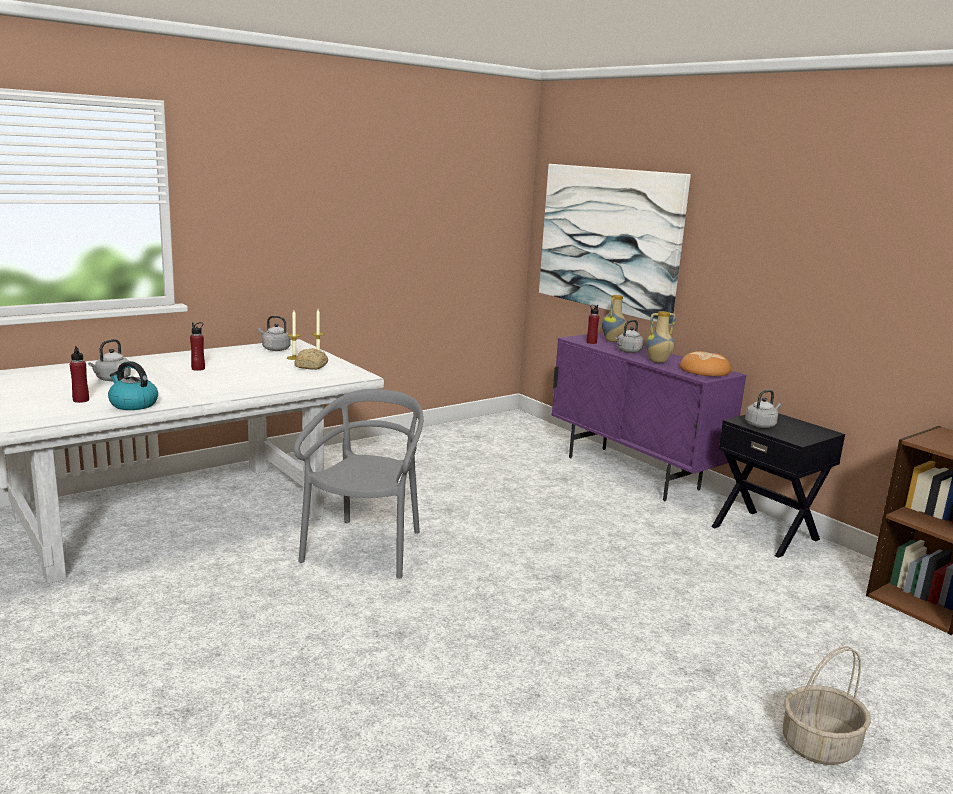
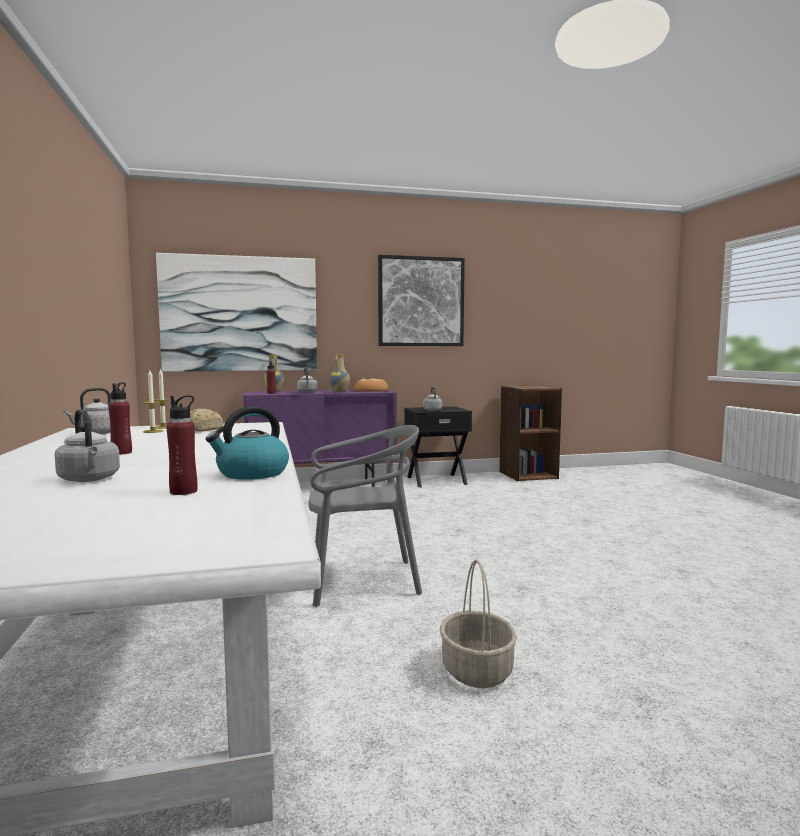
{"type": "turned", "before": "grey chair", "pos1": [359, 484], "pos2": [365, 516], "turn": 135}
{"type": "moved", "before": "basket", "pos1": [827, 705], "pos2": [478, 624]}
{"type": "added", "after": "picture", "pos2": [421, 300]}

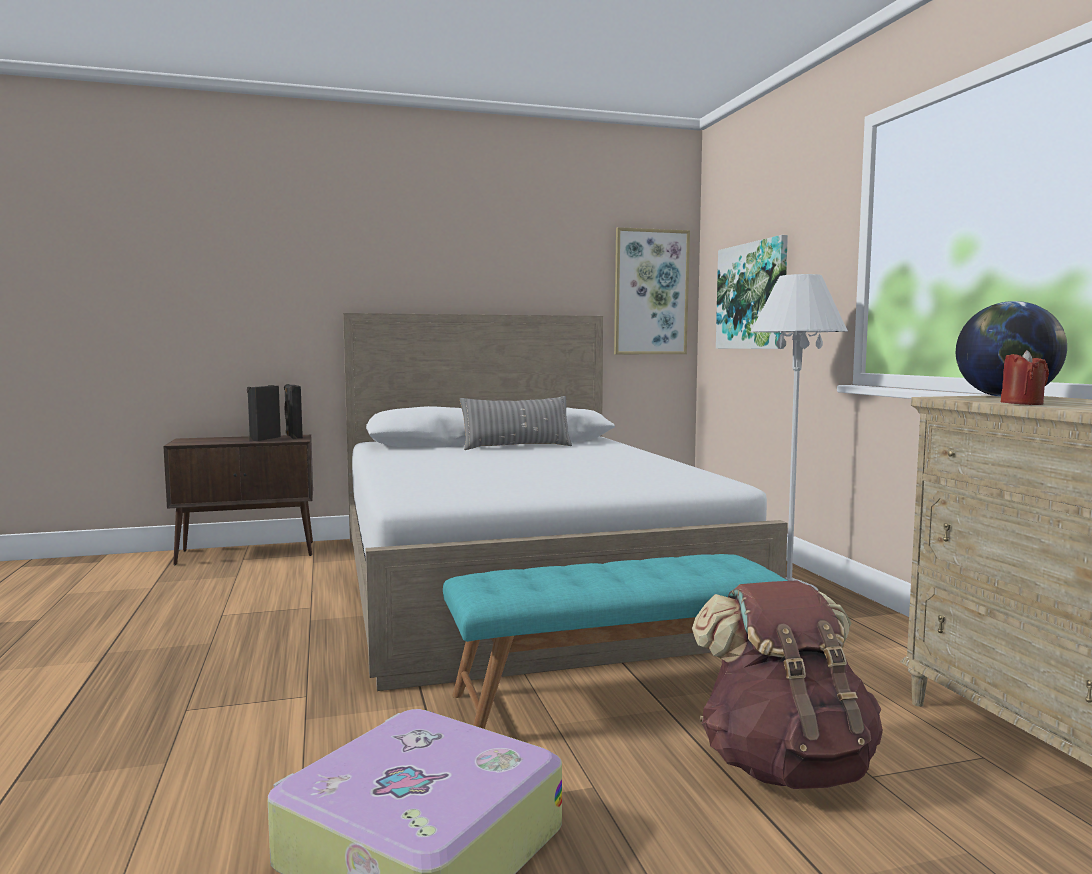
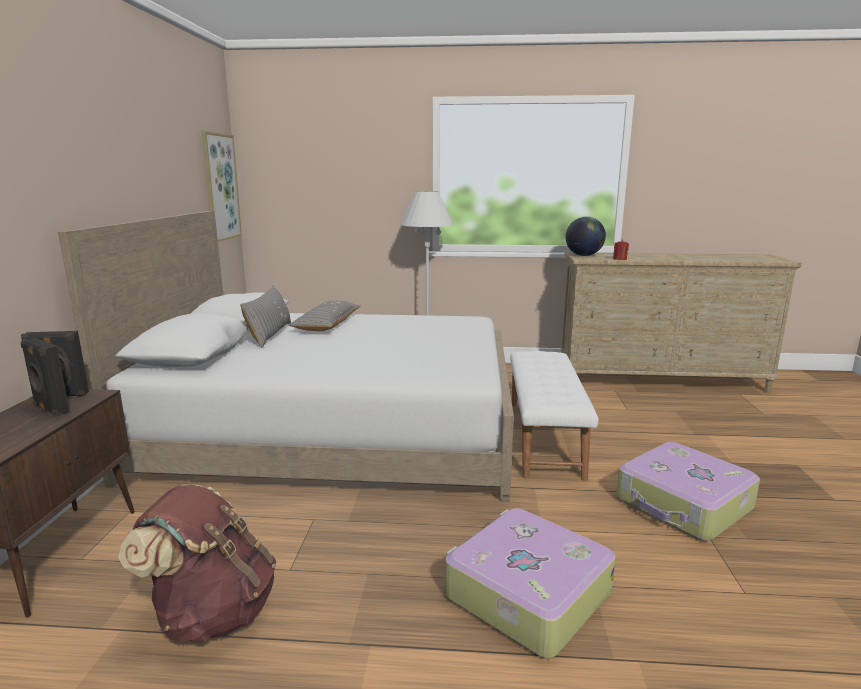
{"type": "removed", "before": "picture", "pos1": [752, 292]}
{"type": "recoloured", "before": "turquoise bench", "after": "white bench", "pos1": [615, 641], "pos2": [554, 416]}
{"type": "moved", "before": "brown backpack", "pos1": [787, 685], "pos2": [197, 563]}
{"type": "added", "after": "grey pillow", "pos2": [324, 315]}
{"type": "added", "after": "suitcase", "pos2": [530, 583]}

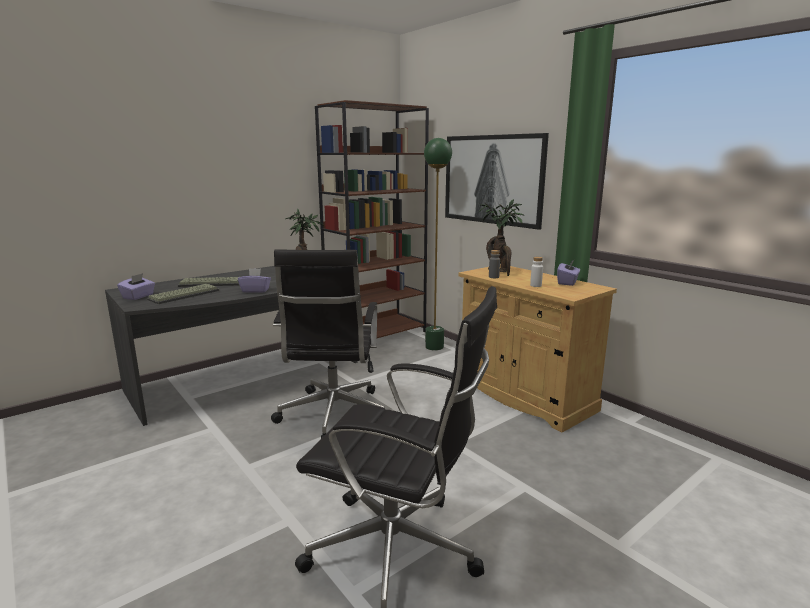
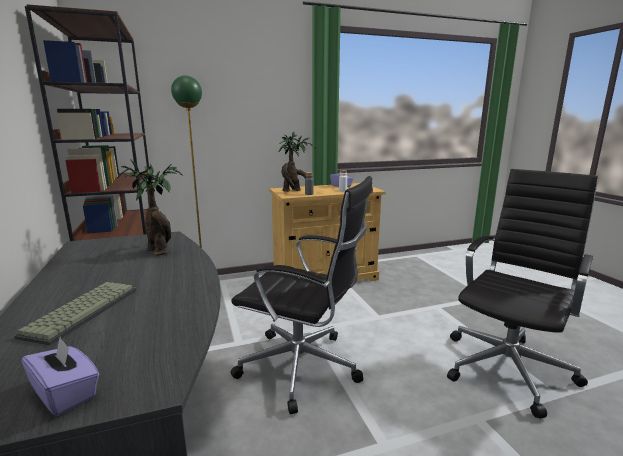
{"type": "removed", "before": "picture", "pos1": [497, 181]}
{"type": "removed", "before": "purple tissue box", "pos1": [254, 280]}
{"type": "removed", "before": "keyboard", "pos1": [183, 294]}

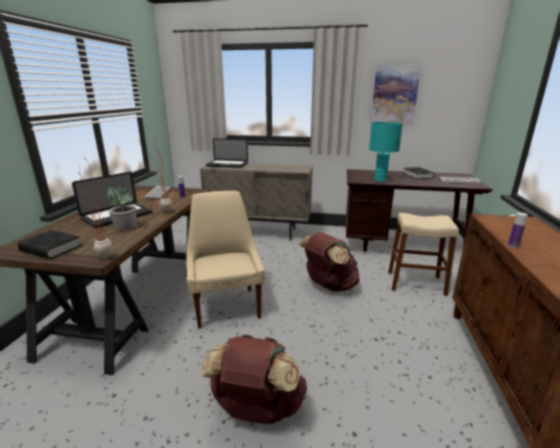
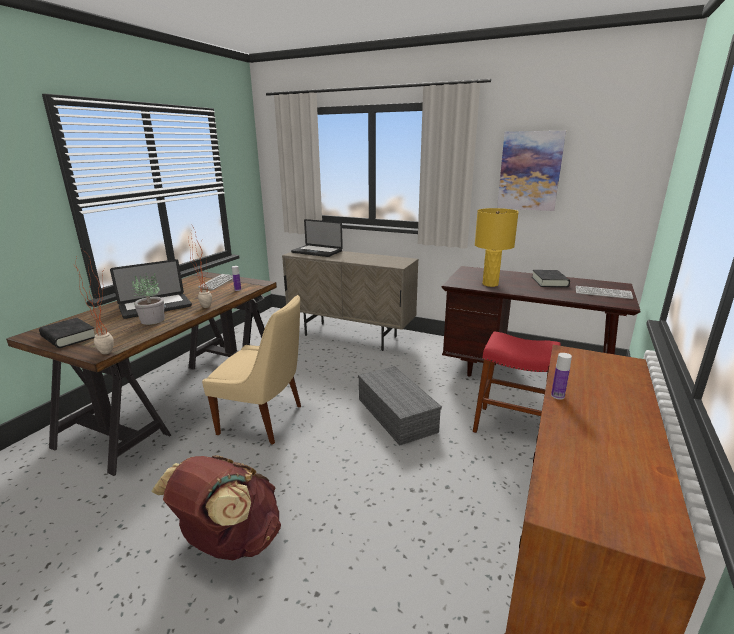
{"type": "recoloured", "before": "turquoise table lamp", "after": "yellow table lamp", "pos1": [386, 151], "pos2": [497, 247]}
{"type": "turned", "before": "beige chair", "pos1": [225, 259], "pos2": [251, 370], "turn": 105}
{"type": "recoloured", "before": "beige stool", "after": "red stool", "pos1": [423, 254], "pos2": [517, 382]}
{"type": "replaced", "before": "brown backpack", "after": "grey storage box", "pos1": [329, 262], "pos2": [400, 406]}

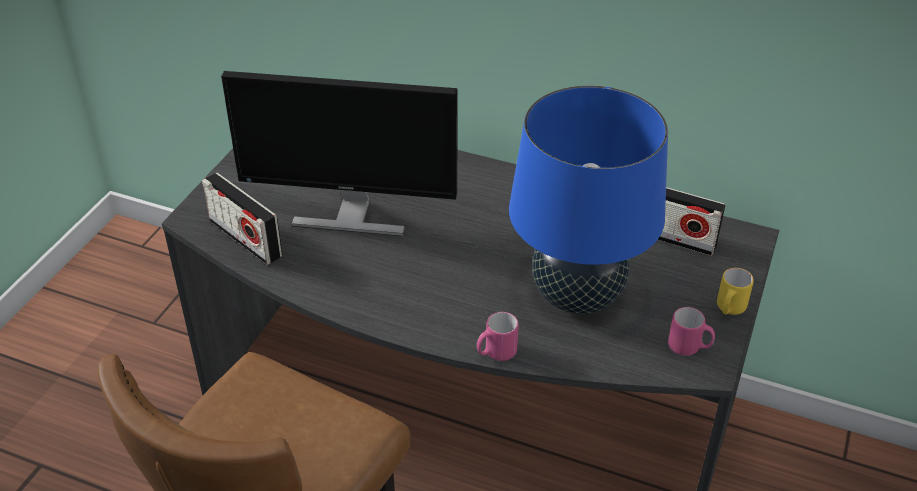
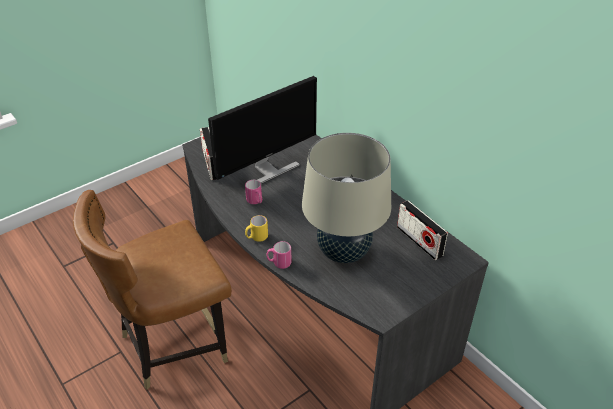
{"type": "turned", "before": "monitor", "pos1": [339, 153], "pos2": [262, 130], "turn": -75}
{"type": "recoloured", "before": "blue table lamp", "after": "beige table lamp", "pos1": [588, 199], "pos2": [346, 198]}
{"type": "moved", "before": "yellow mug", "pos1": [735, 291], "pos2": [256, 228]}
{"type": "moved", "before": "pink mug", "pos1": [691, 331], "pos2": [253, 192]}

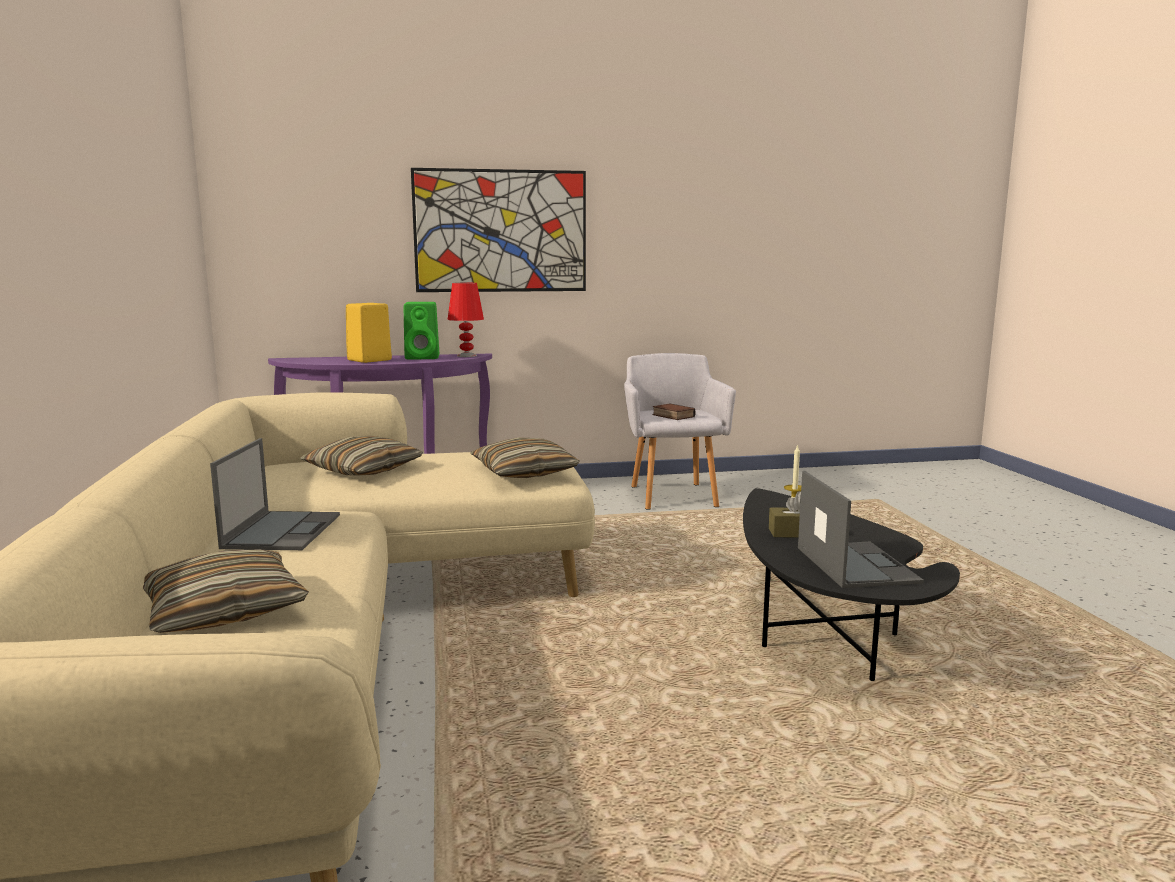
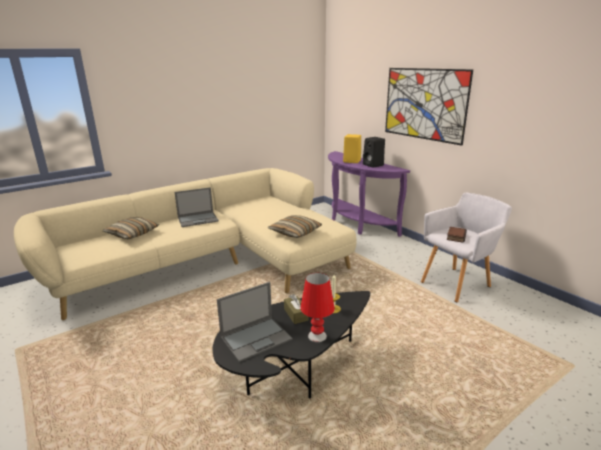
{"type": "moved", "before": "red table lamp", "pos1": [466, 320], "pos2": [317, 307]}
{"type": "recoloured", "before": "green speaker", "after": "black speaker", "pos1": [421, 331], "pos2": [374, 152]}
{"type": "removed", "before": "pillow", "pos1": [361, 456]}

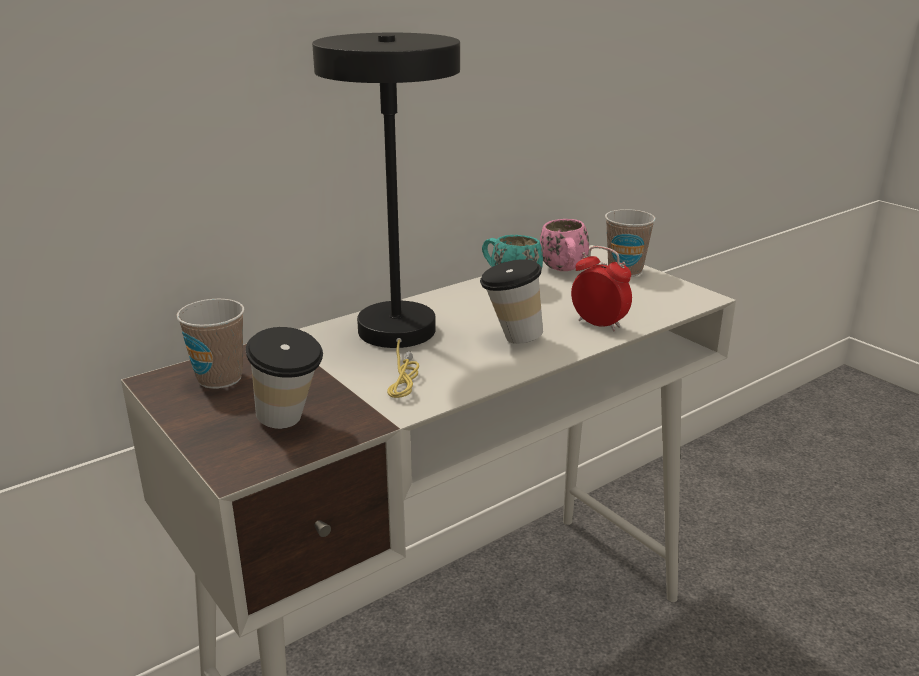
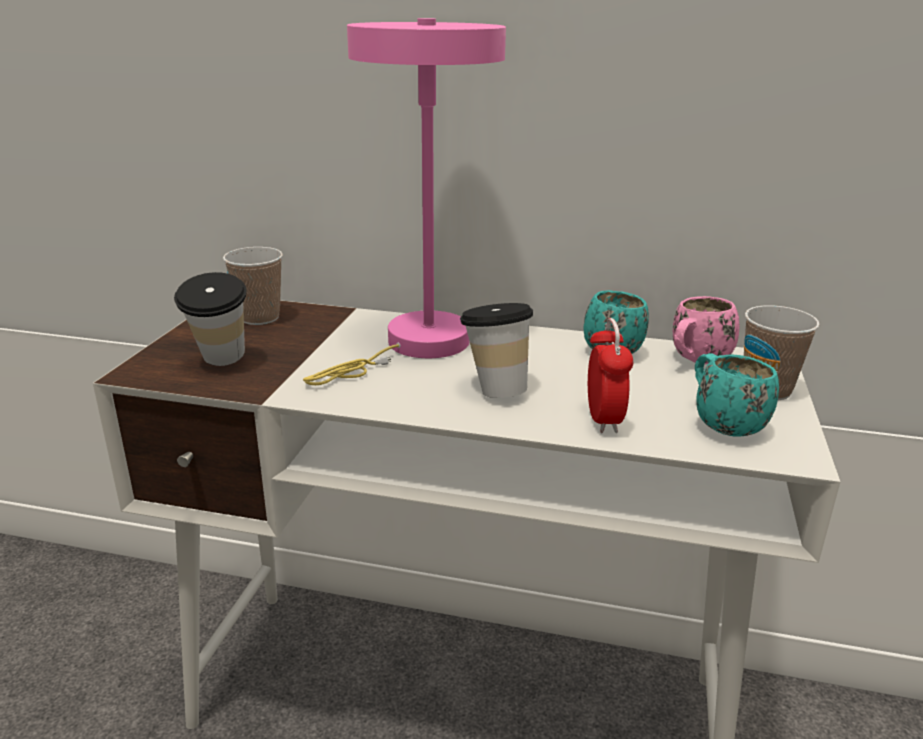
{"type": "recoloured", "before": "black table lamp", "after": "pink table lamp", "pos1": [386, 215], "pos2": [404, 201]}
{"type": "added", "after": "turquoise mug", "pos2": [737, 394]}

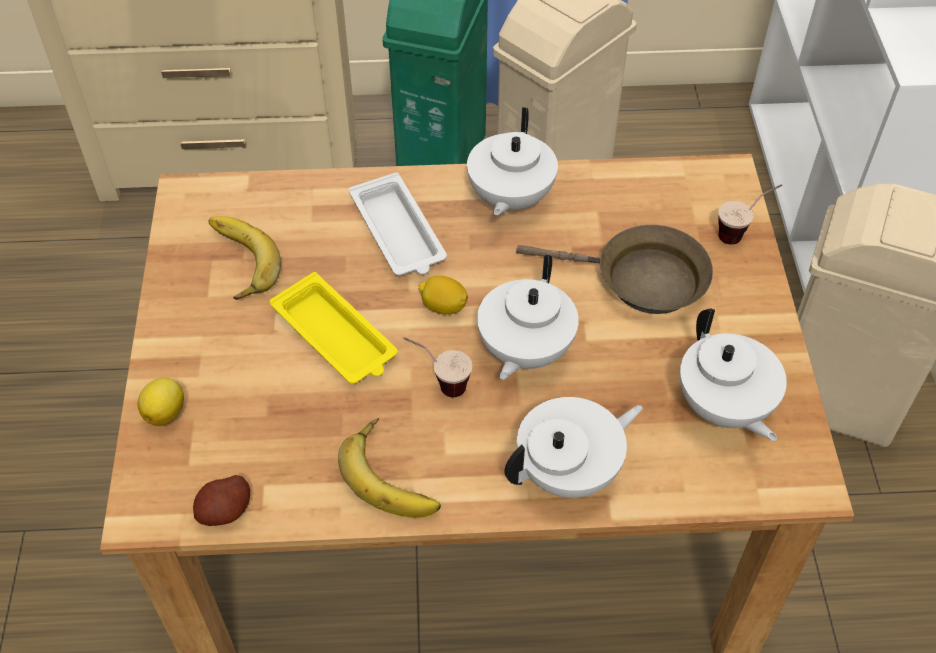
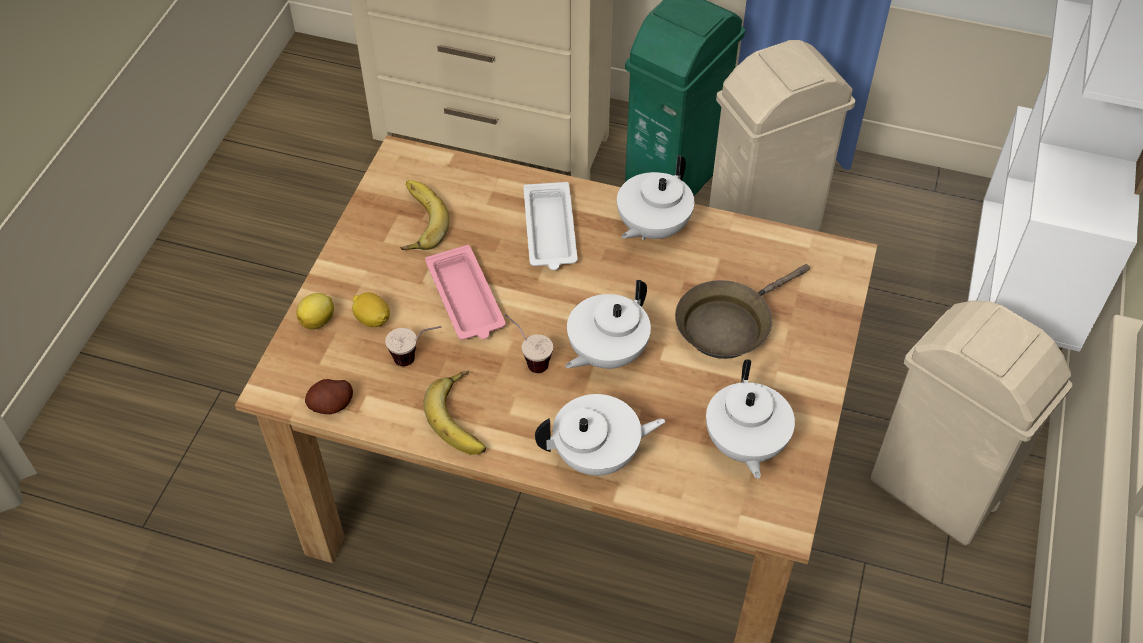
{"type": "moved", "before": "cup", "pos1": [750, 214], "pos2": [413, 346]}
{"type": "turned", "before": "brown frying pan", "pos1": [614, 269], "pos2": [742, 311], "turn": 105}
{"type": "recoloured", "before": "yellow tray", "after": "pink tray", "pos1": [334, 328], "pos2": [465, 292]}
{"type": "moved", "before": "lemon", "pos1": [443, 295], "pos2": [371, 309]}

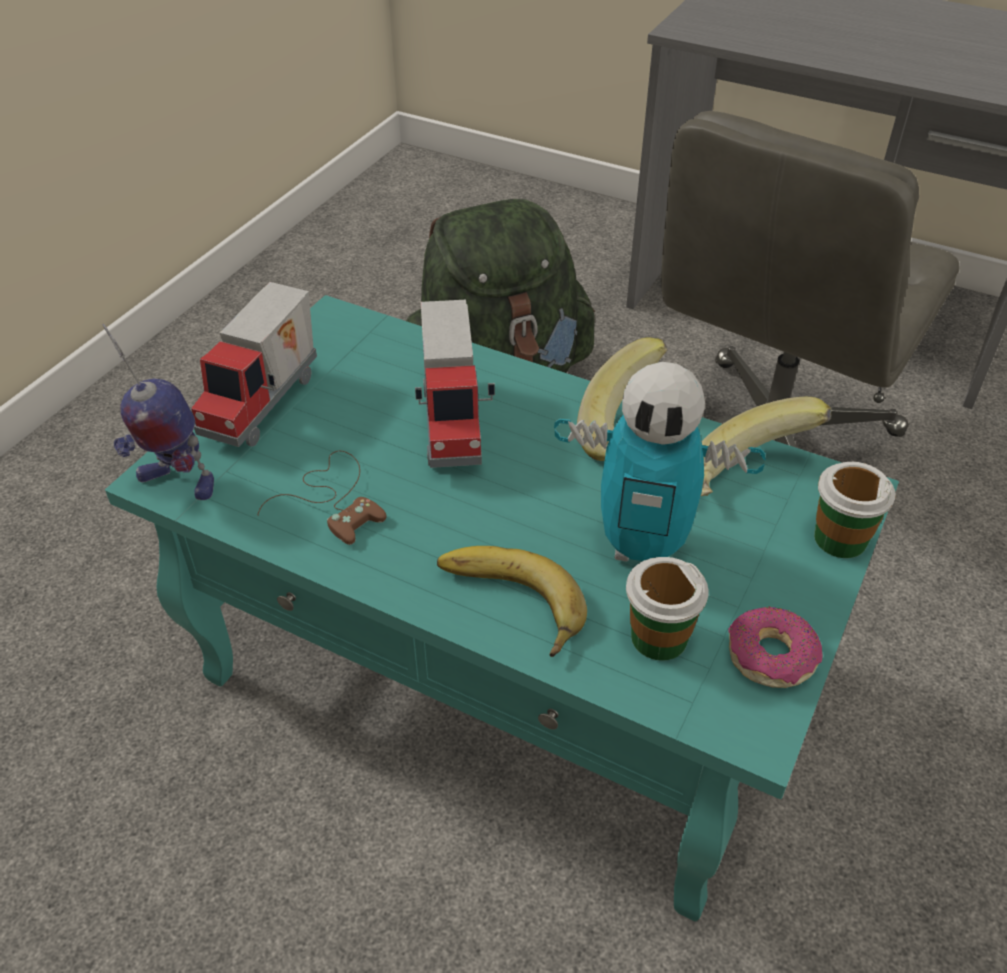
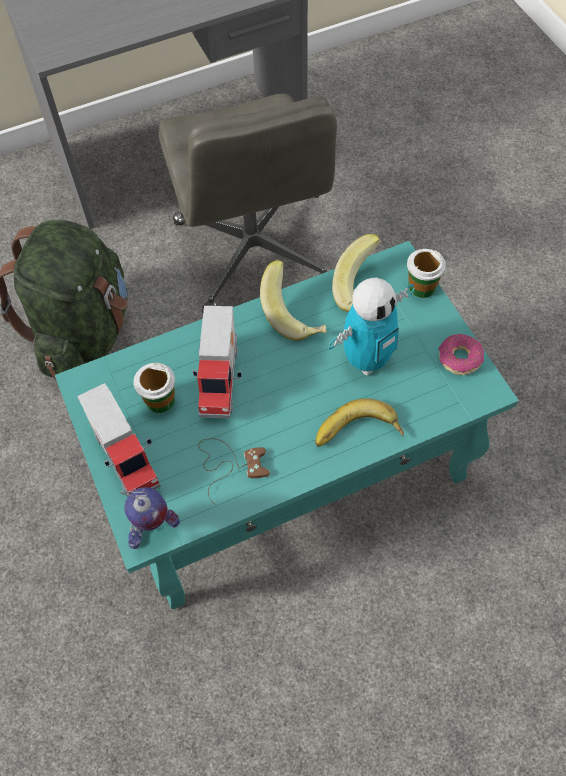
{"type": "turned", "before": "toy truck", "pos1": [455, 384], "pos2": [217, 362], "turn": 60}
{"type": "moved", "before": "cup", "pos1": [667, 609], "pos2": [154, 388]}

